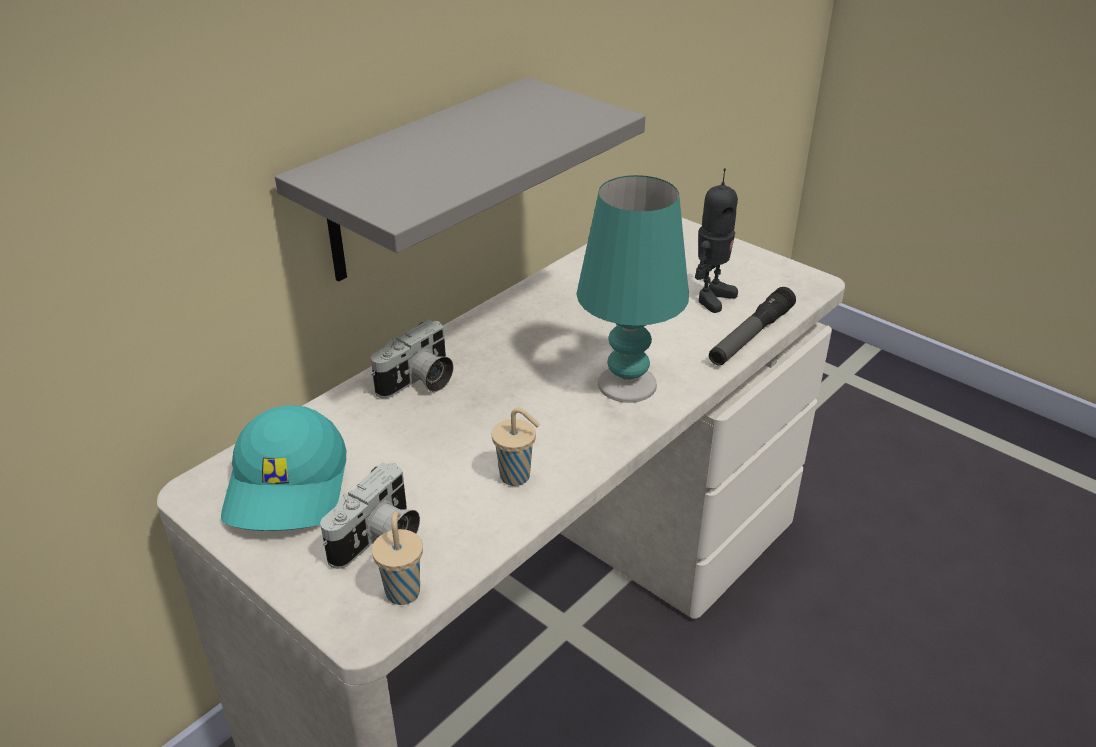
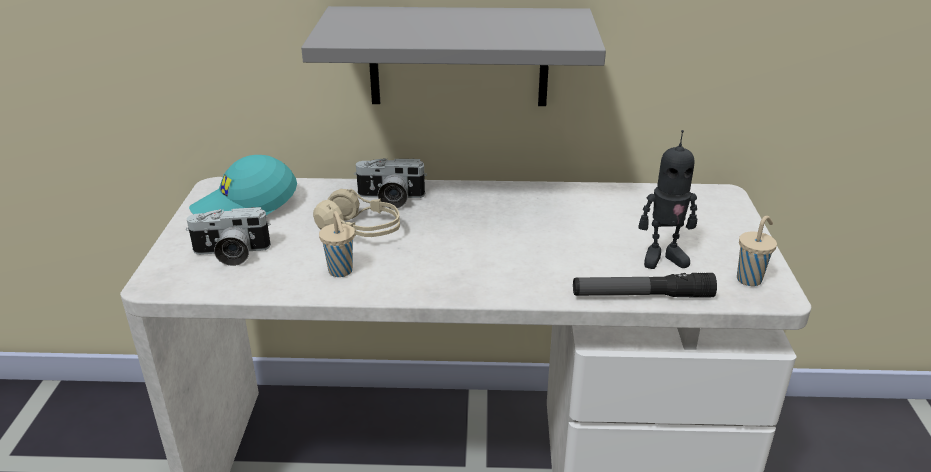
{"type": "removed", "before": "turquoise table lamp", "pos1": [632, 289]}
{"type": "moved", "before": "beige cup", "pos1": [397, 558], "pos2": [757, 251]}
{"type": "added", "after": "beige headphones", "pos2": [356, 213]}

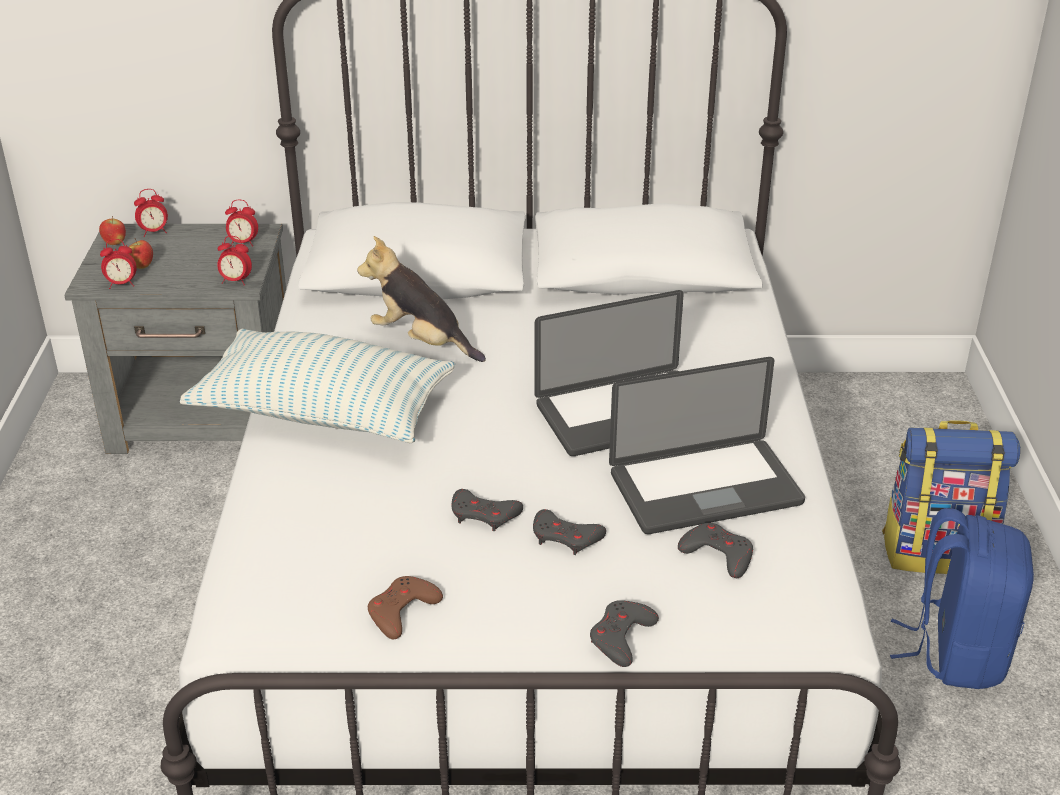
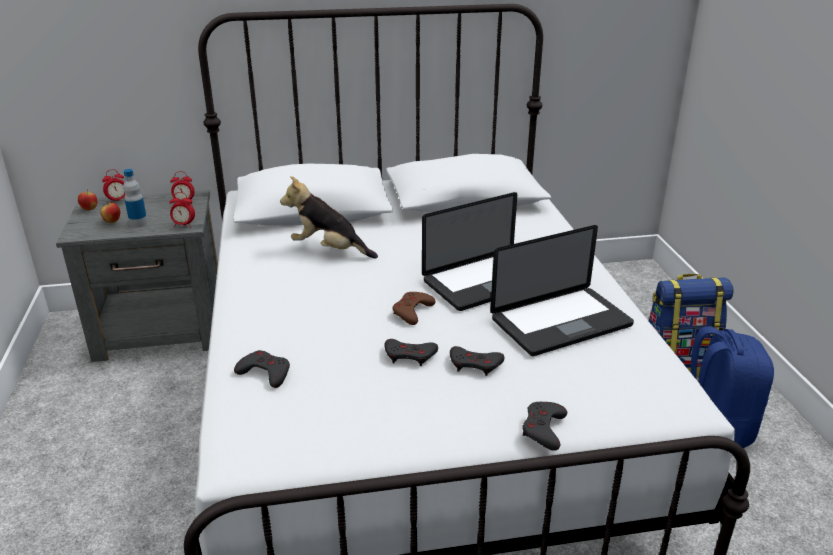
{"type": "removed", "before": "alarm clock", "pos1": [118, 264]}
{"type": "removed", "before": "pillow", "pos1": [317, 386]}
{"type": "moved", "before": "grey game controller", "pos1": [715, 550], "pos2": [262, 369]}
{"type": "moved", "before": "brown game controller", "pos1": [405, 607], "pos2": [414, 308]}
{"type": "added", "after": "bottle", "pos2": [135, 198]}

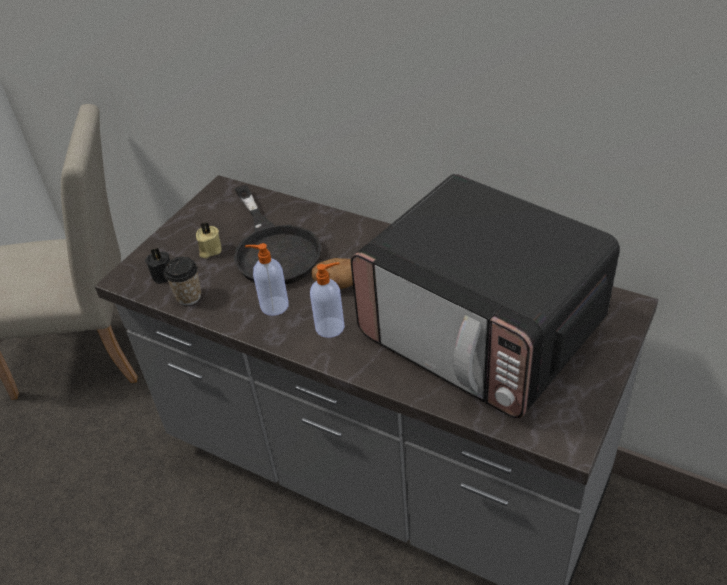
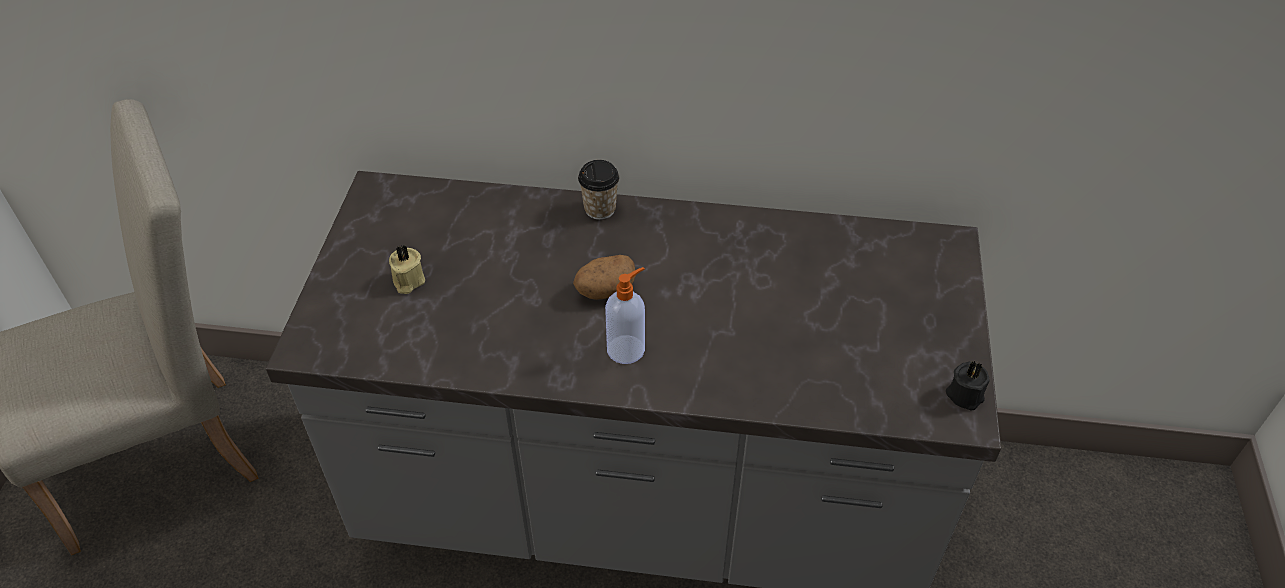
{"type": "removed", "before": "microwave", "pos1": [485, 296]}
{"type": "removed", "before": "black frying pan", "pos1": [277, 235]}
{"type": "removed", "before": "soap dispenser", "pos1": [267, 279]}
{"type": "moved", "before": "black candle", "pos1": [157, 266], "pos2": [968, 385]}
{"type": "moved", "before": "cup", "pos1": [182, 280], "pos2": [598, 190]}

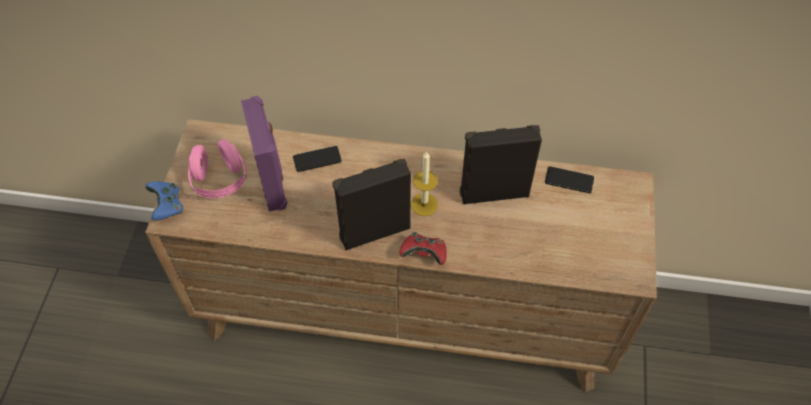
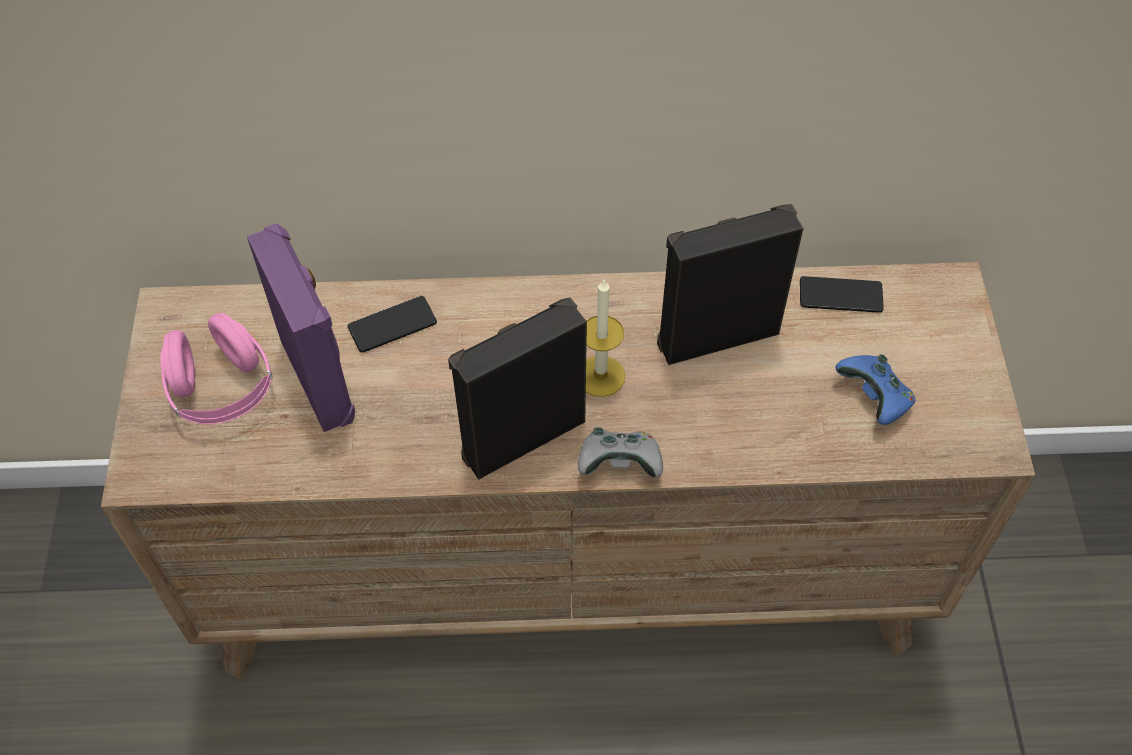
{"type": "moved", "before": "blue game controller", "pos1": [164, 201], "pos2": [876, 389]}
{"type": "recoloured", "before": "red game controller", "after": "grey game controller", "pos1": [423, 248], "pos2": [620, 452]}

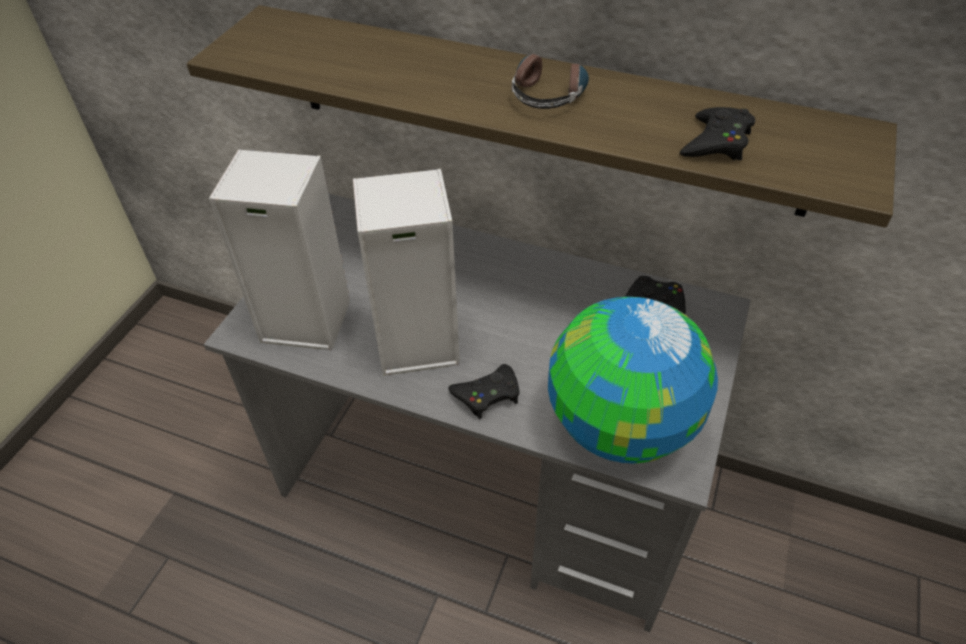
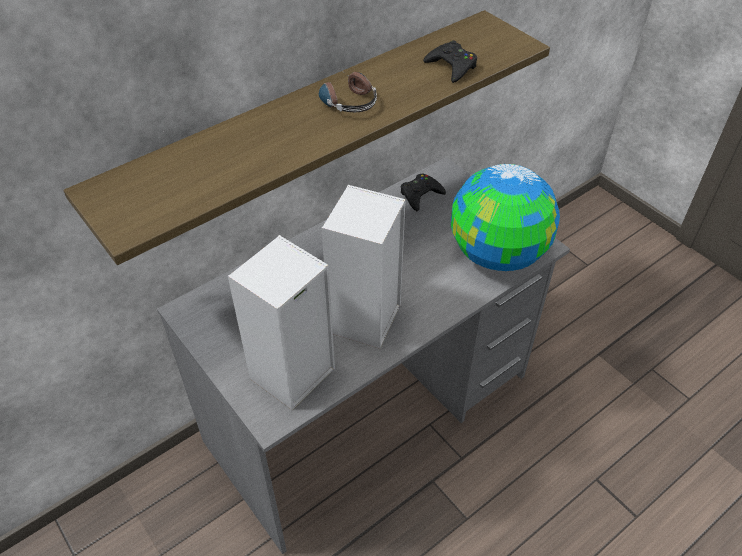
{"type": "removed", "before": "black game controller", "pos1": [484, 391]}

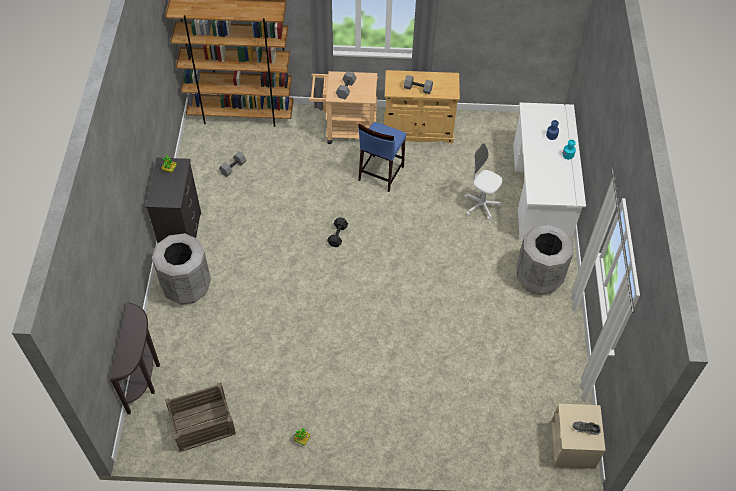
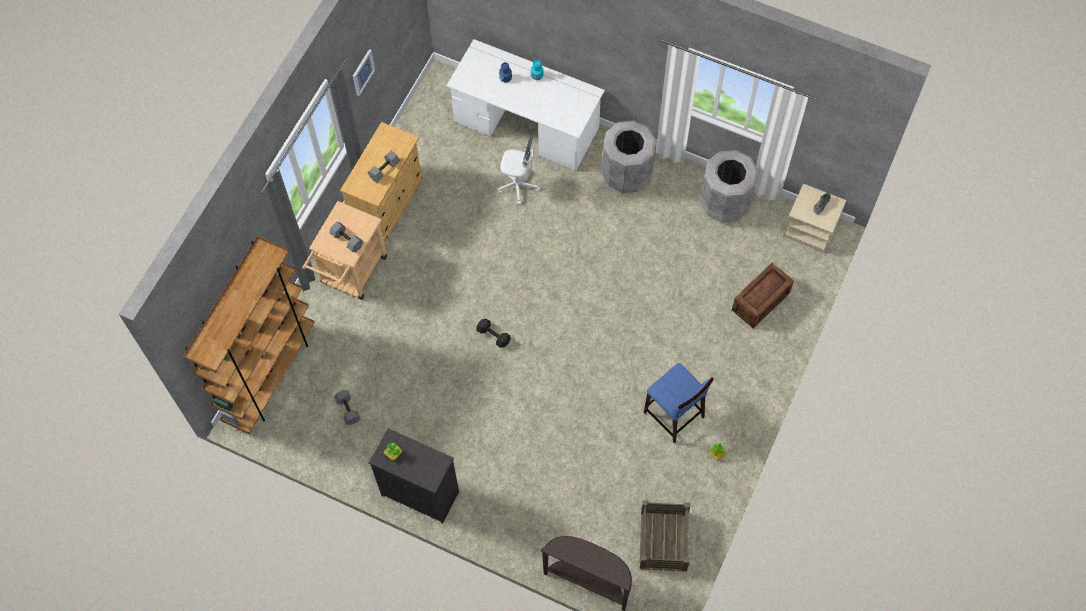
{"type": "moved", "before": "blue stool", "pos1": [382, 157], "pos2": [679, 403]}
{"type": "turned", "before": "white office chair", "pos1": [483, 182], "pos2": [519, 170], "turn": -135}
{"type": "moved", "before": "grey trash can", "pos1": [181, 269], "pos2": [729, 186]}
{"type": "added", "after": "picture", "pos2": [364, 72]}
{"type": "added", "after": "crate", "pos2": [763, 295]}

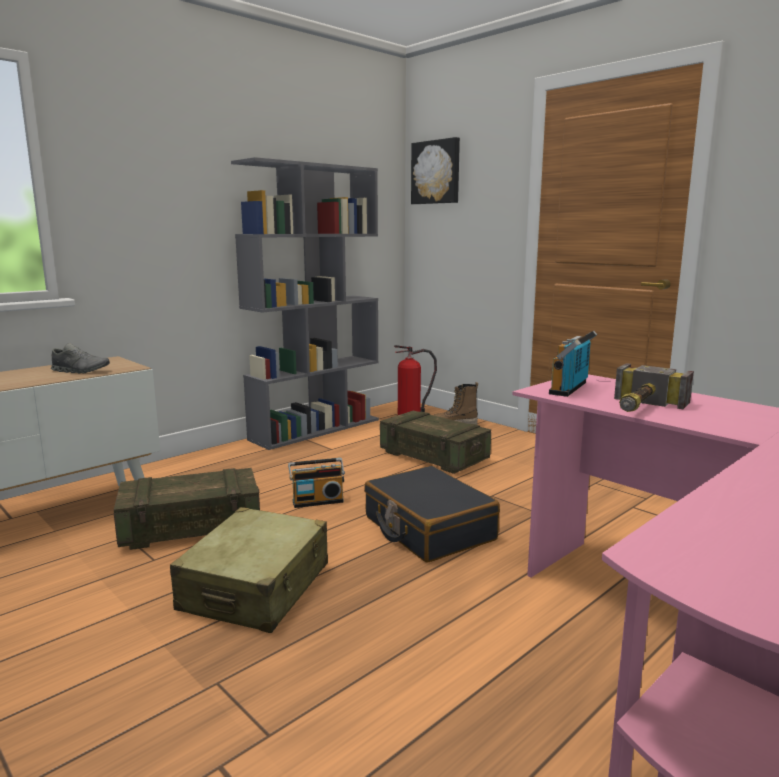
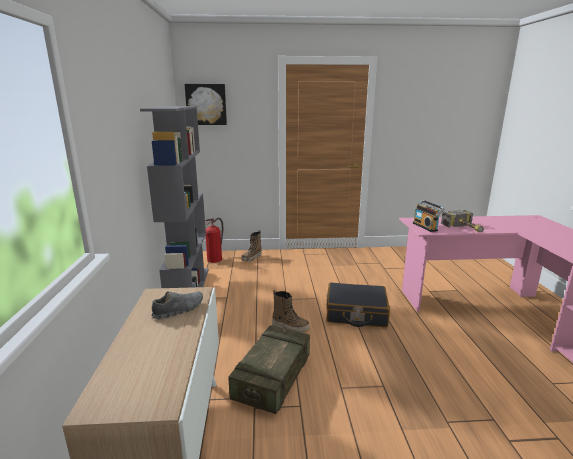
{"type": "removed", "before": "crate", "pos1": [435, 442]}
{"type": "replaced", "before": "radio", "after": "boot", "pos1": [316, 483], "pos2": [291, 311]}
{"type": "removed", "before": "beige suitcase", "pos1": [249, 570]}

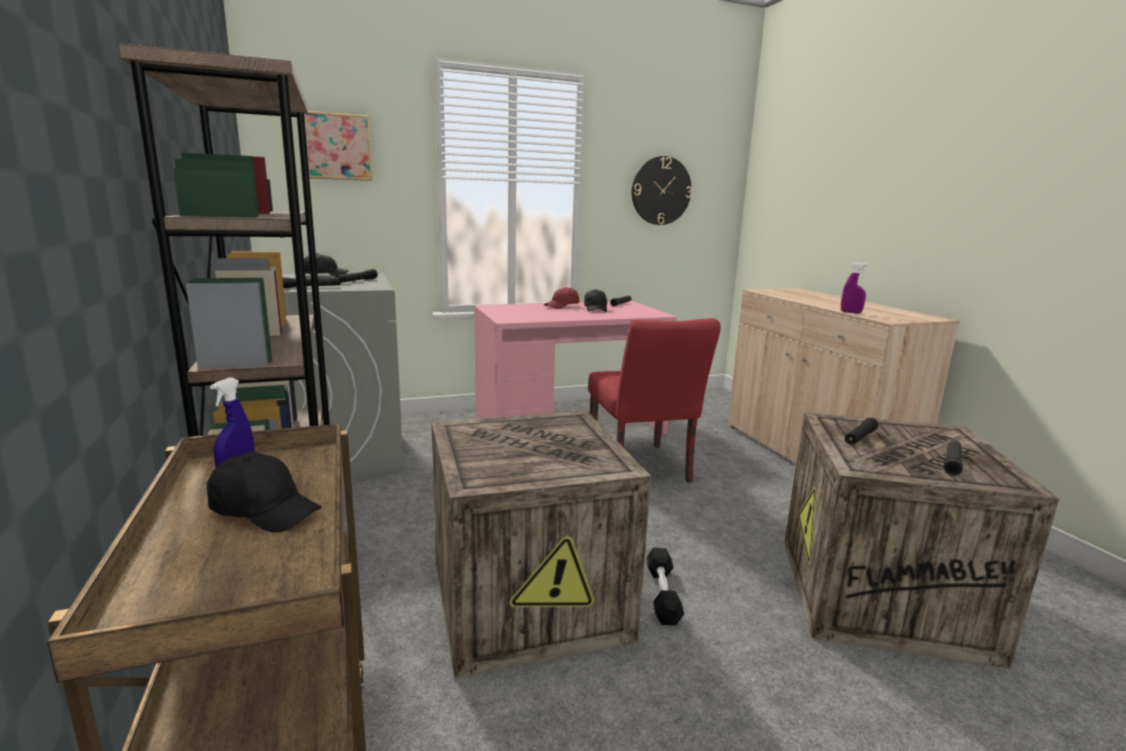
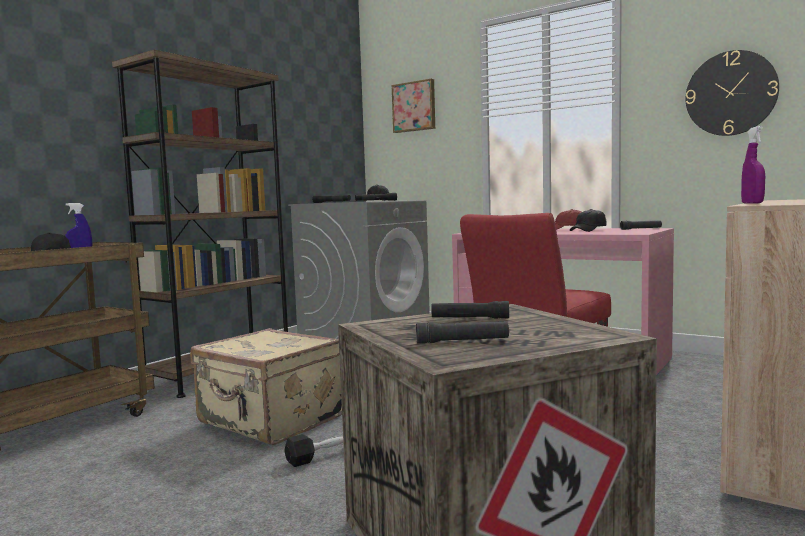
{"type": "replaced", "before": "crate", "after": "beige suitcase", "pos1": [541, 544], "pos2": [266, 386]}

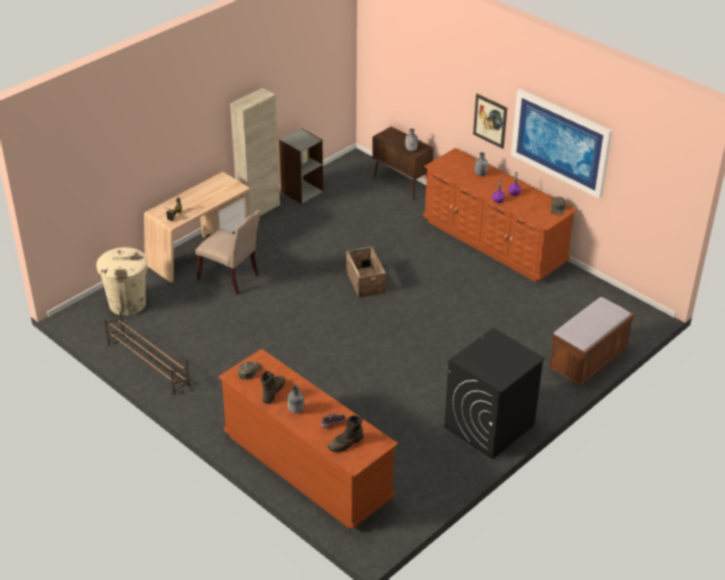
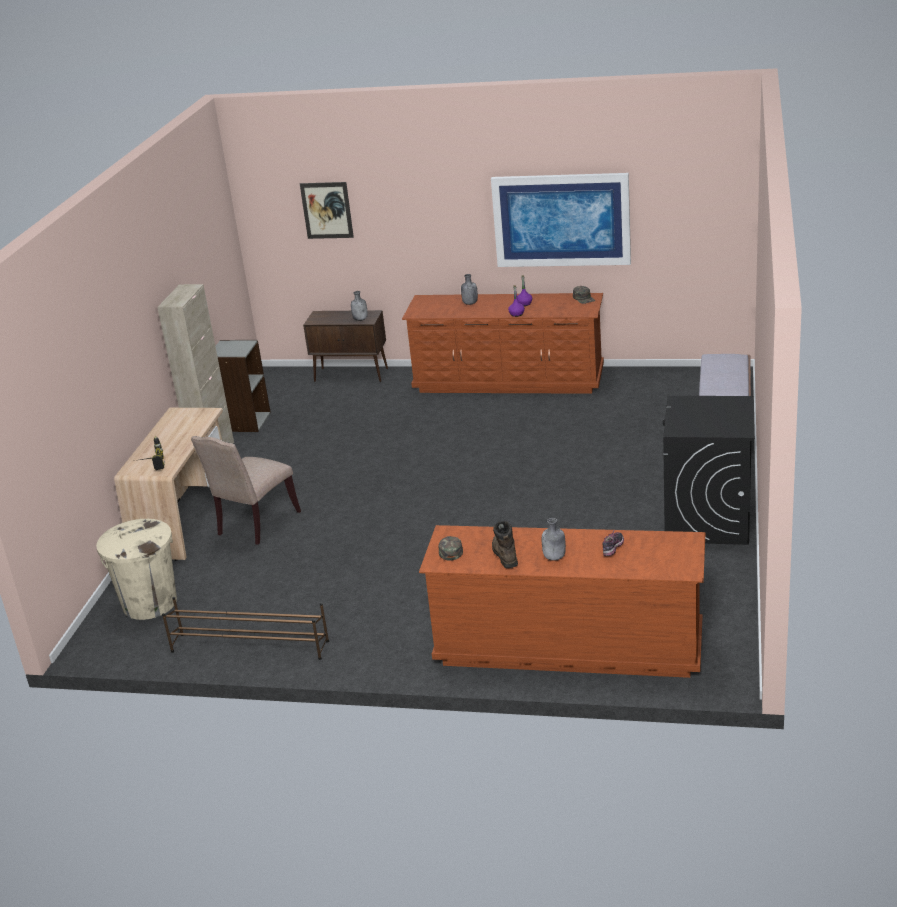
{"type": "moved", "before": "picture", "pos1": [490, 121], "pos2": [327, 210]}
{"type": "turned", "before": "beige chair", "pos1": [228, 252], "pos2": [246, 490], "turn": 120}
{"type": "removed", "before": "crate", "pos1": [366, 272]}
{"type": "removed", "before": "brown boot", "pos1": [345, 433]}

